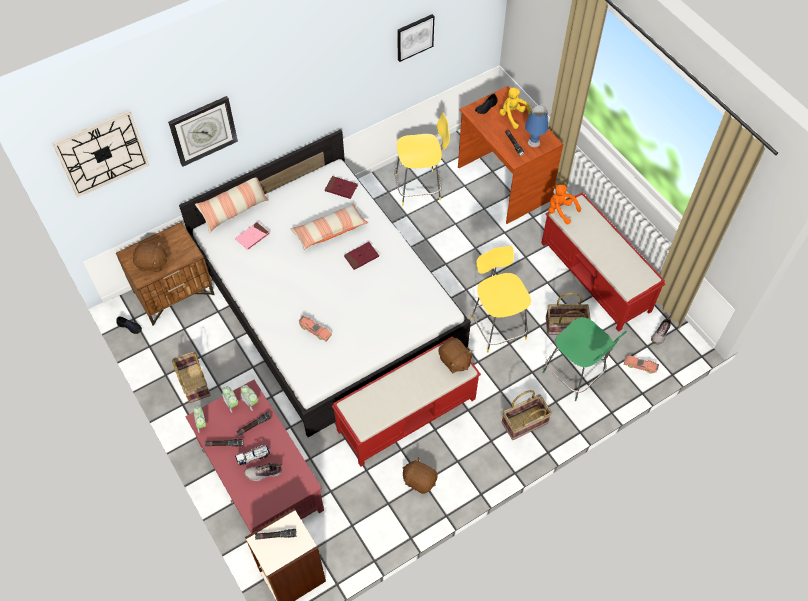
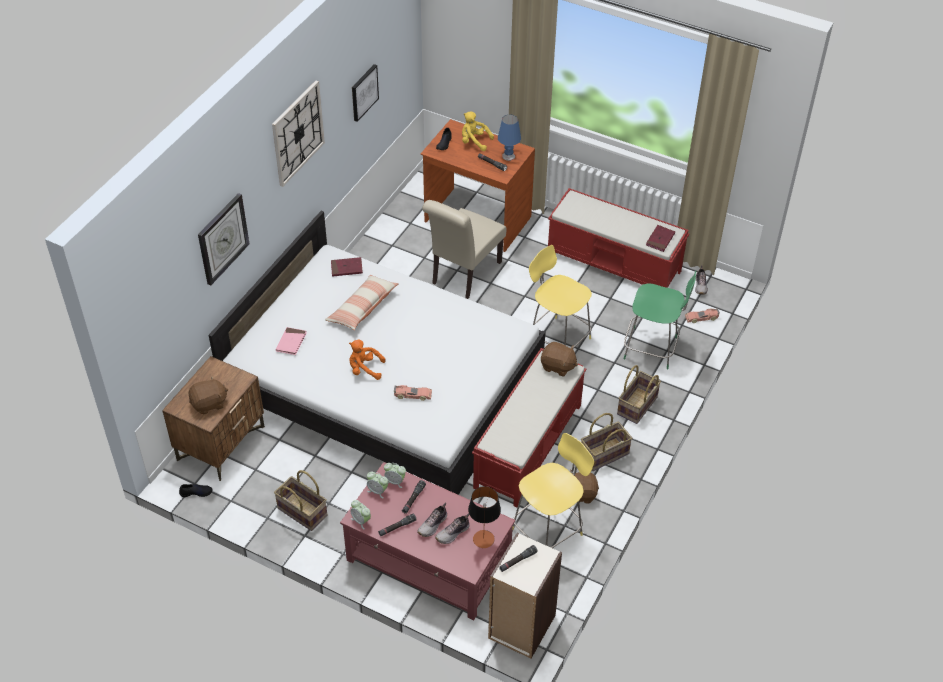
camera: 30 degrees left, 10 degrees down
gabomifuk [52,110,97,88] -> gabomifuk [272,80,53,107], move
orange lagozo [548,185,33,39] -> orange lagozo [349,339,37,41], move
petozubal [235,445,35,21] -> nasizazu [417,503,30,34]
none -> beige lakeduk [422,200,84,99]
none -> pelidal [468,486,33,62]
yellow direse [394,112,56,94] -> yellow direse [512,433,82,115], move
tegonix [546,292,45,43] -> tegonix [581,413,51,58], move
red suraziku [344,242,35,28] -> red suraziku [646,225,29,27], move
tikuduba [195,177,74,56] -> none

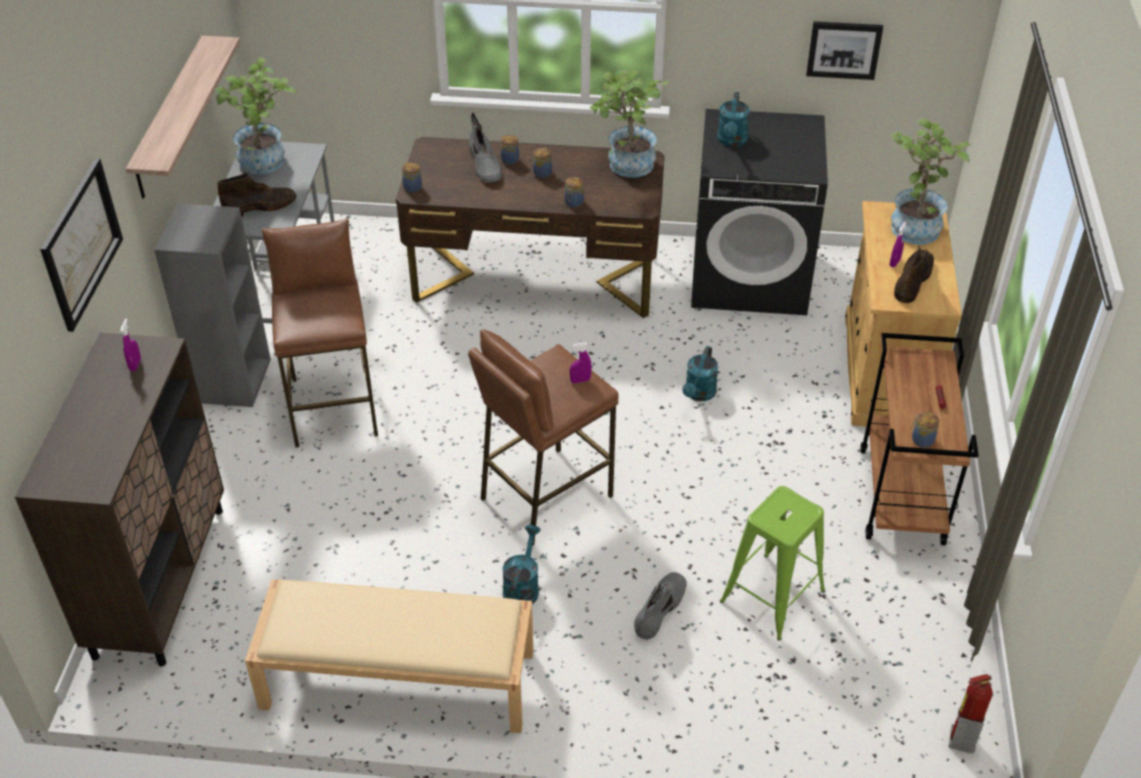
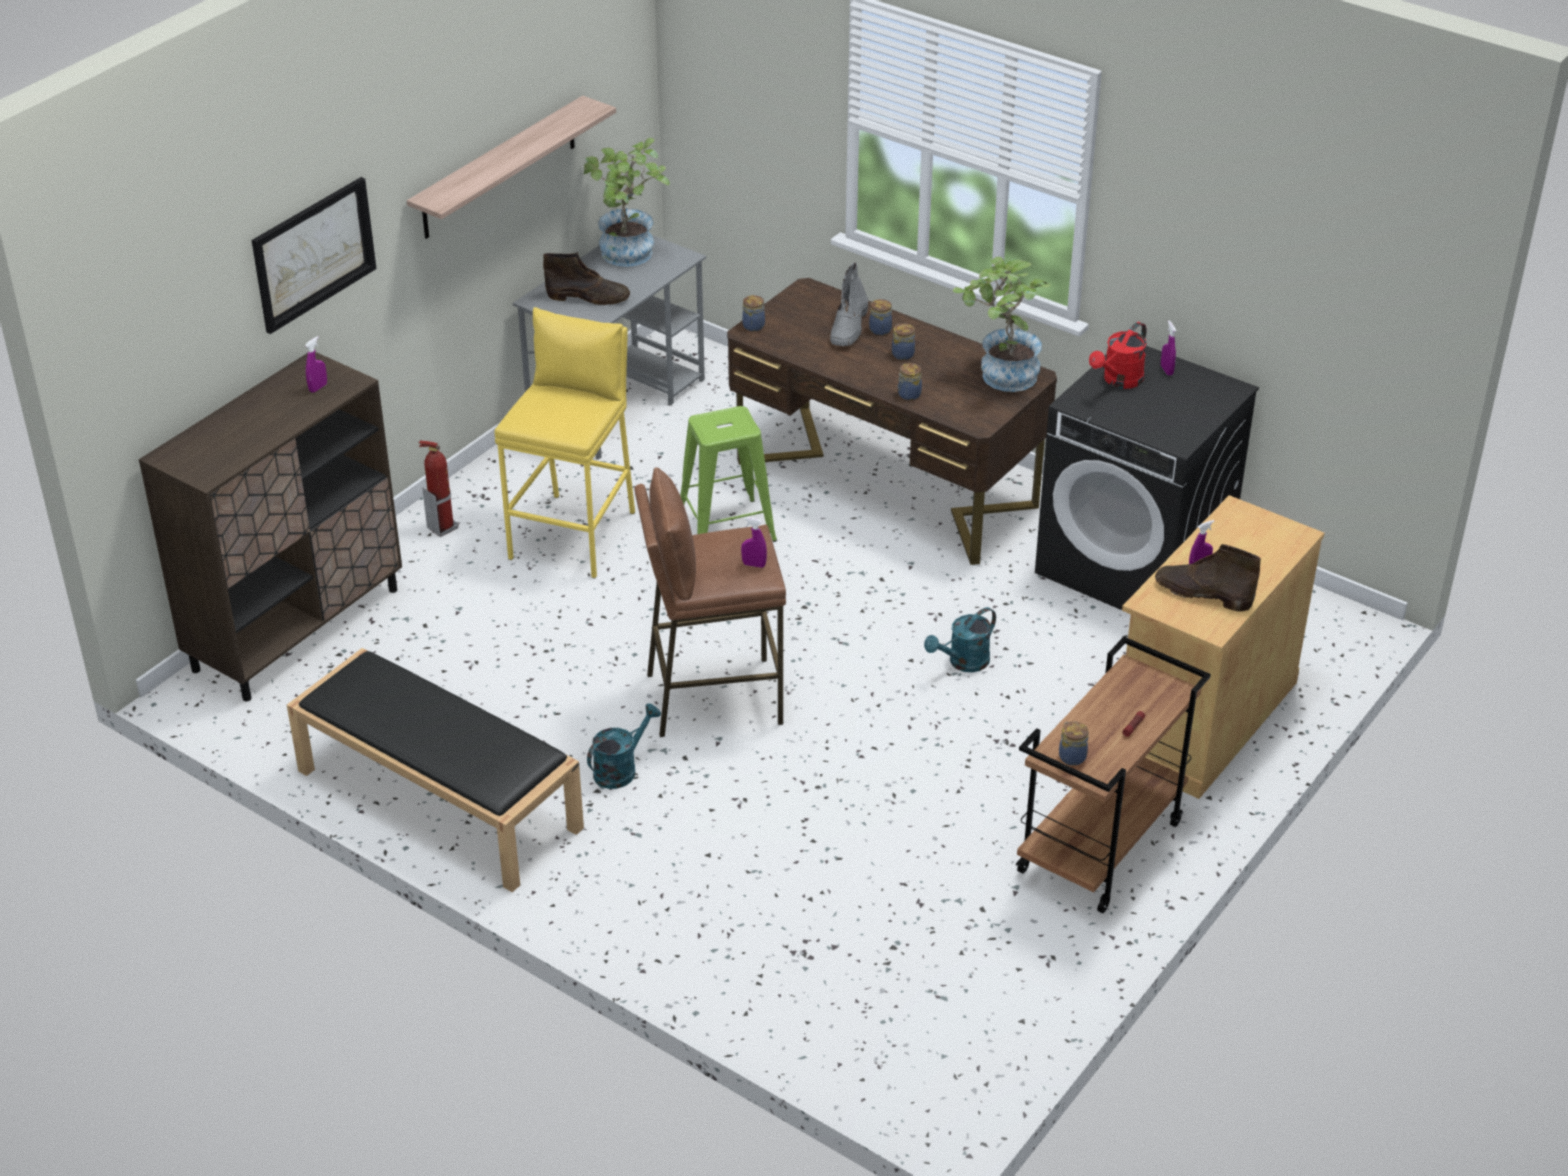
camera: 30 degrees right, 5 degrees down
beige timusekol [245,579,288,154] -> black timusekol [287,648,297,244]
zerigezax [949,674,43,80] -> zerigezax [419,440,39,97], move
brown direse [262,219,116,229] -> yellow direse [495,307,140,271]
green direse [720,486,105,154] -> green direse [680,406,97,136], move
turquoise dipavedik [717,92,33,55] -> red dipavedik [1089,322,58,67]
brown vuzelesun [894,247,40,56] -> brown vuzelesun [1155,544,106,68], 120 degrees counterclockwise
none -> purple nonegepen [1161,320,15,56]
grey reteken [154,204,117,203] -> none
grey vuzelesun [634,572,53,67] -> none
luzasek [806,21,77,59] -> none
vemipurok [889,119,82,126] -> none

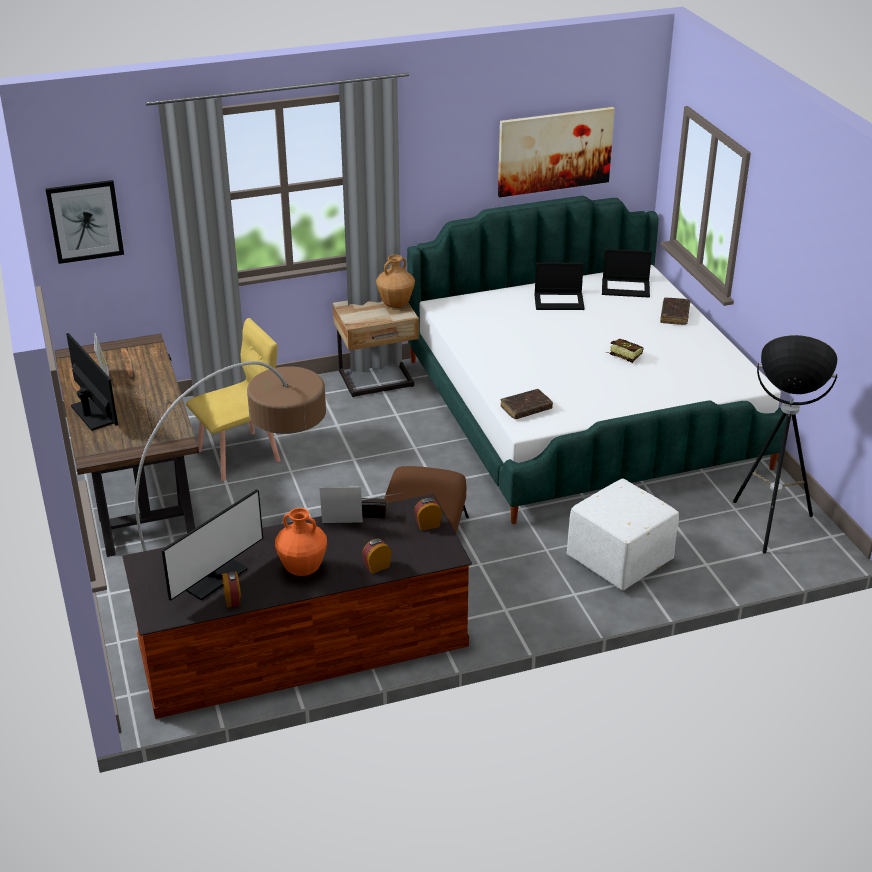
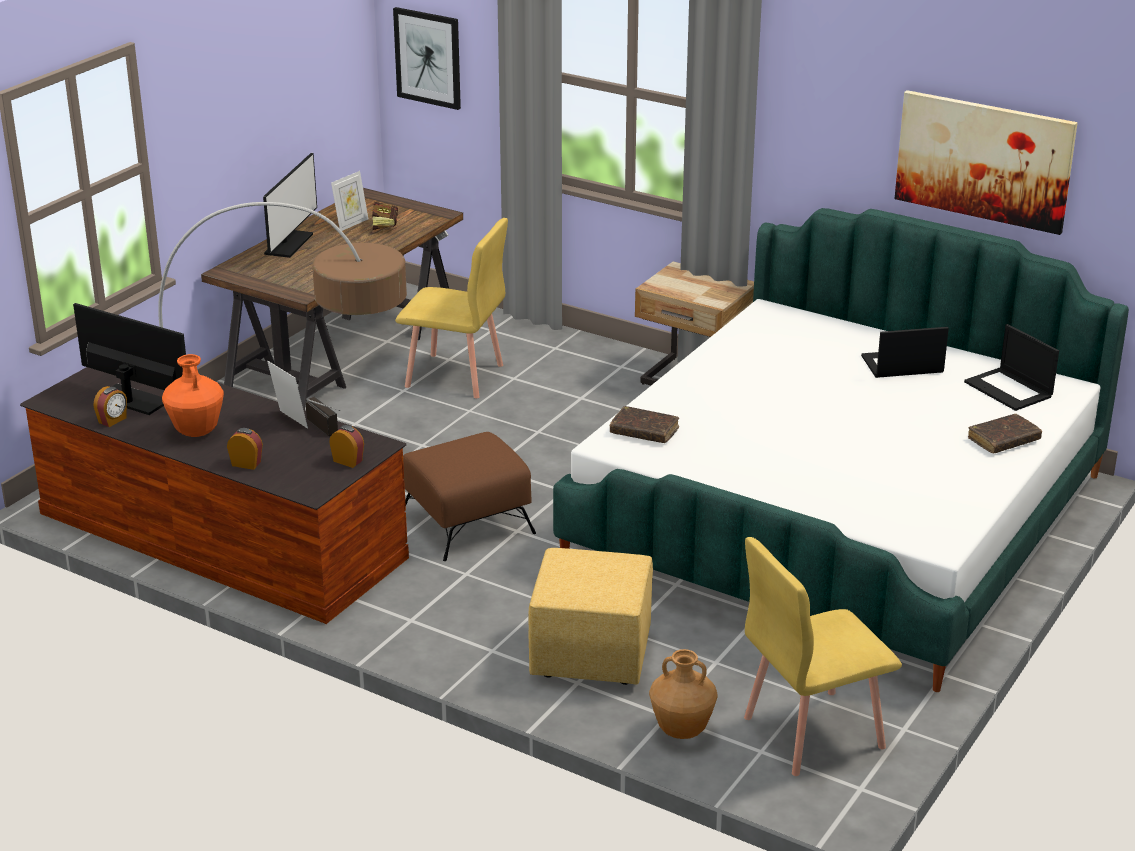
camera: 50 degrees right, 5 degrees down
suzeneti [161,489,102,112] -> suzeneti [73,303,113,112], 150 degrees counterclockwise
suraziku [605,339,39,24] -> suraziku [372,202,26,28], move
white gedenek [567,479,112,112] -> yellow gedenek [528,548,125,137]
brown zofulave [376,255,39,53] -> brown zofulave [649,649,69,90], move
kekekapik [733,335,105,219] -> yellow lakeduk [744,537,158,239]
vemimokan [534,263,51,47] -> vemimokan [861,327,88,51], 120 degrees clockwise

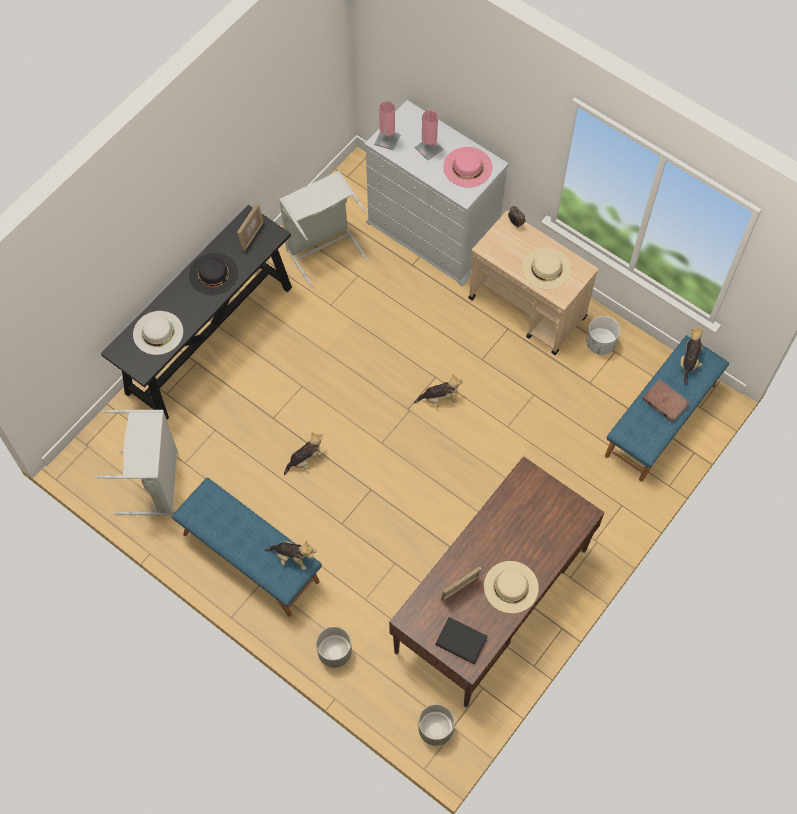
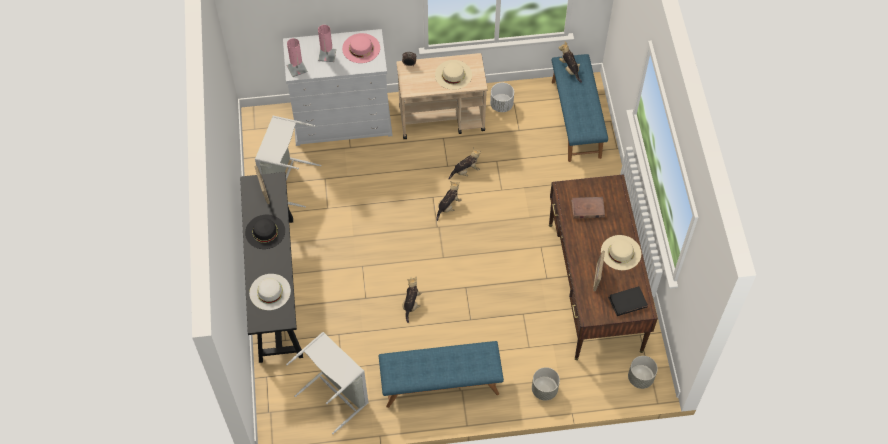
camera: 45 degrees left, 5 degrees down
lagozo [265,541,52,29] -> lagozo [449,148,32,31], move
brown suraziku [642,379,48,44] -> brown suraziku [571,197,34,21], move

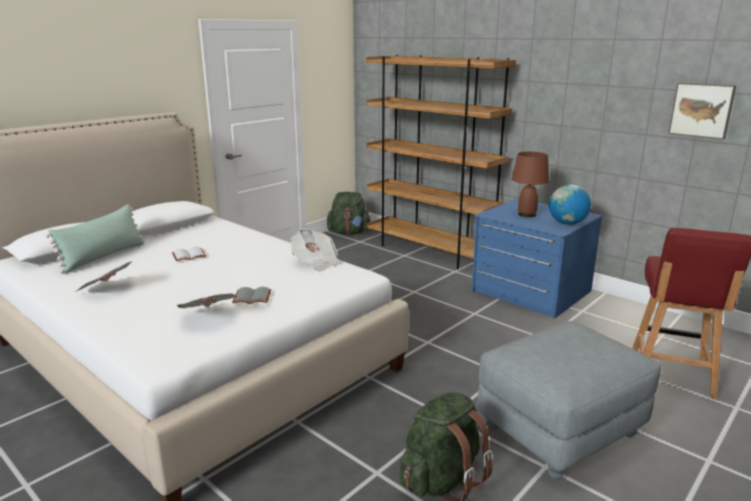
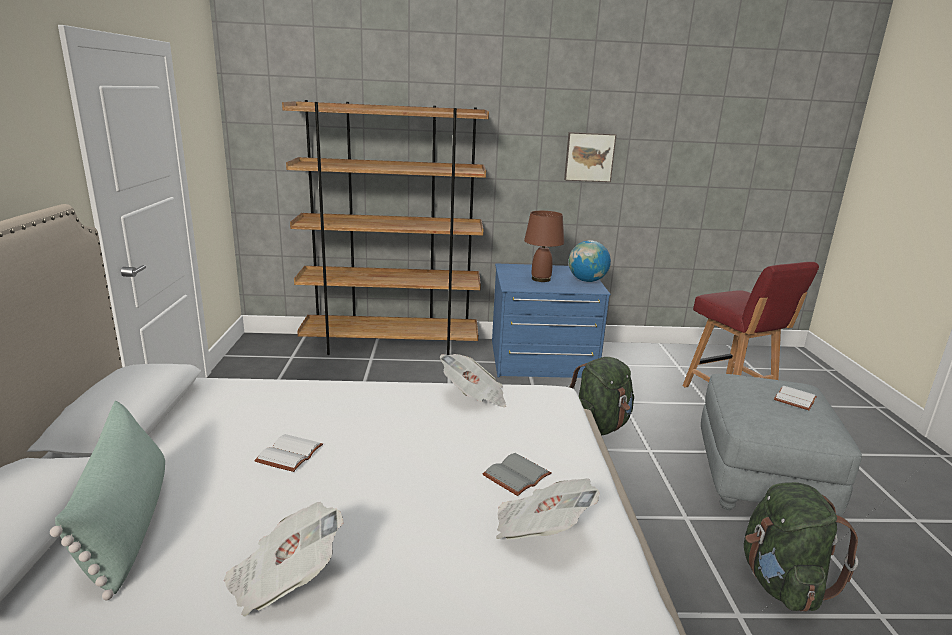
camera: 45 degrees left, 0 degrees up
luzasek [668,83,68,56] -> luzasek [564,132,53,50], move
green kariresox [327,192,45,43] -> green kariresox [568,357,66,78], move
none -> white suraziku [774,386,43,24]

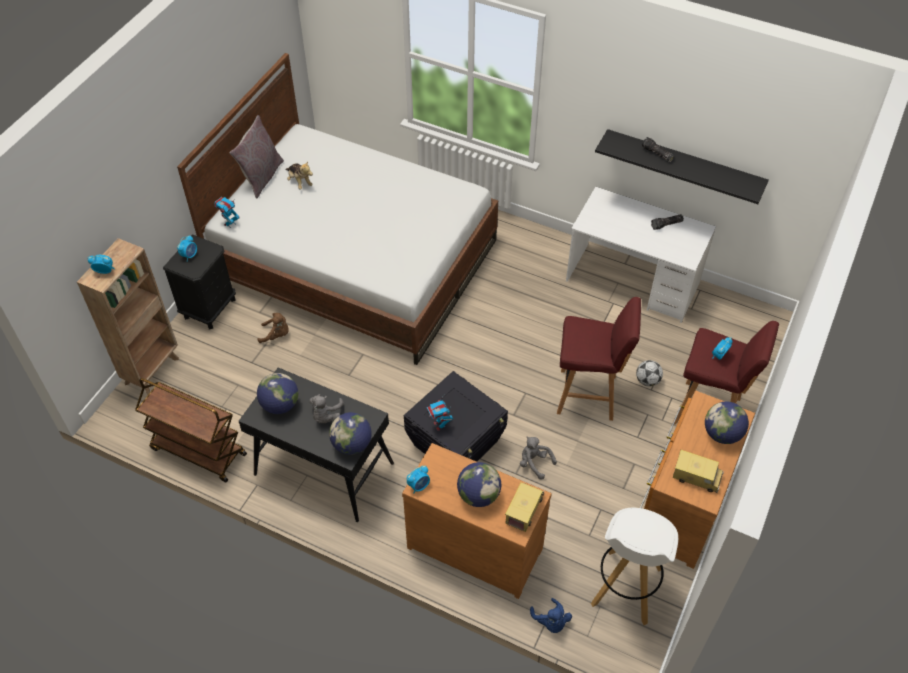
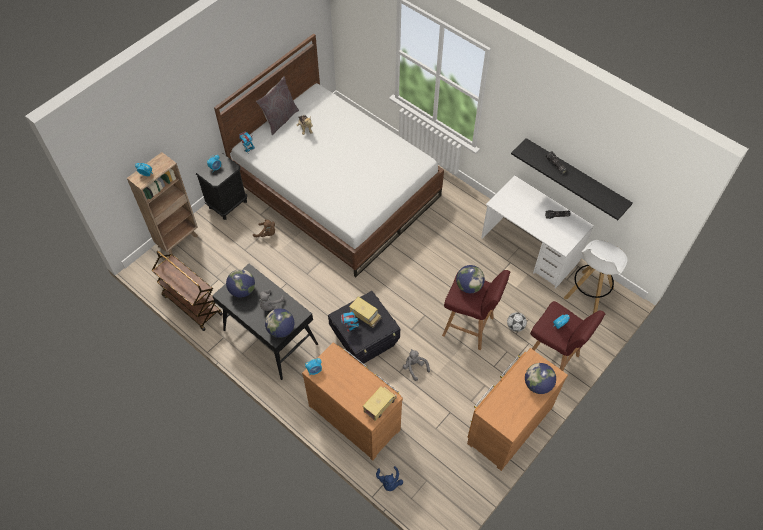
camera: 15 degrees right, 5 degrees up
petozubal [673,450,51,43] -> petozubal [349,297,33,31], move
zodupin [457,462,44,45] -> zodupin [456,265,29,28], move
white direse [591,508,87,117] -> white direse [564,240,64,74], move

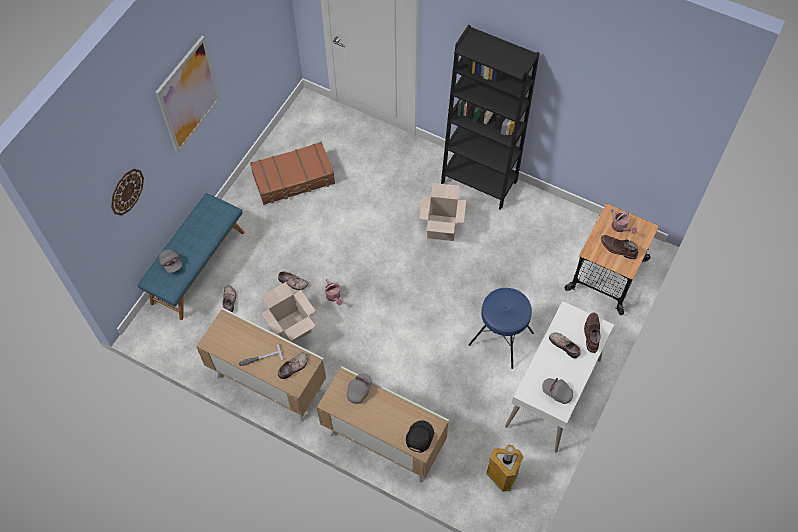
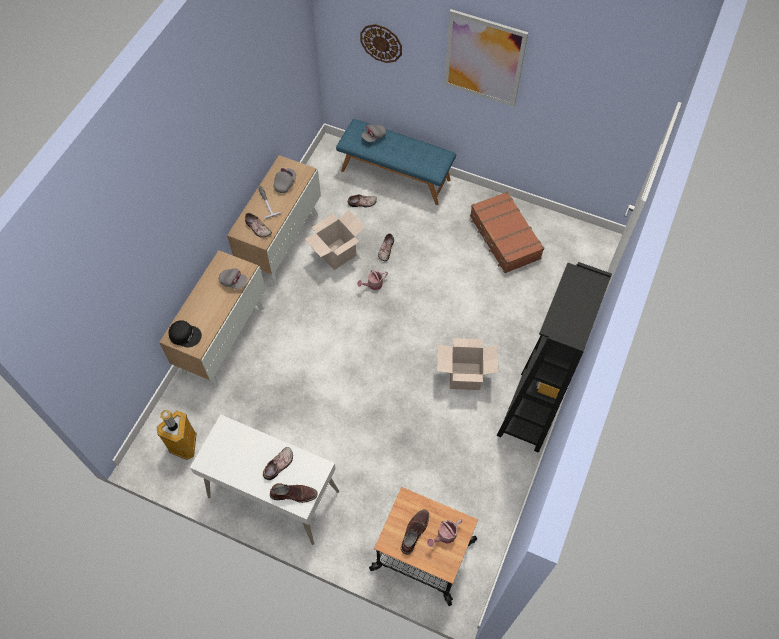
camera: 85 degrees right, 0 degrees up
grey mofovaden [542,378,31,26] -> grey mofovaden [273,168,23,25], move
blue direse [468,288,66,81] -> none

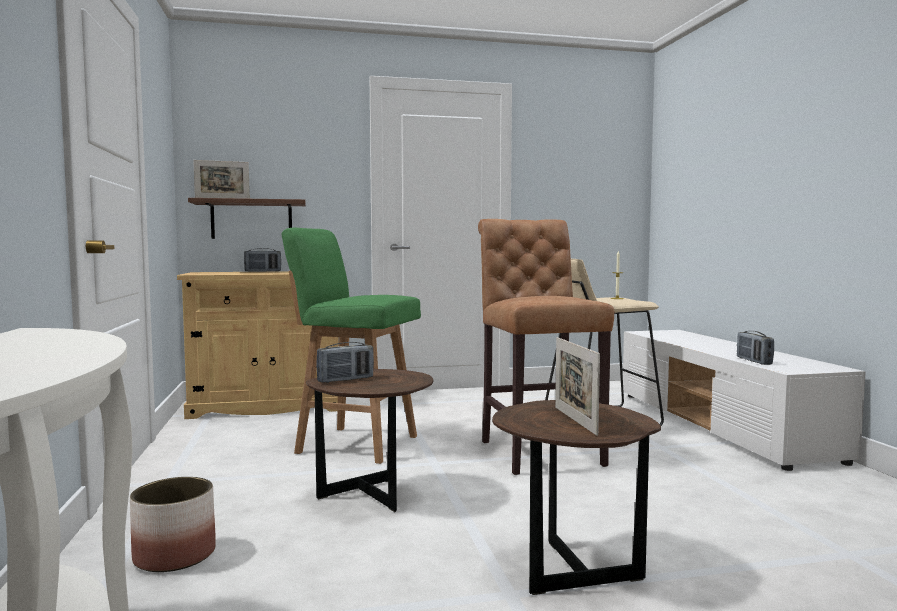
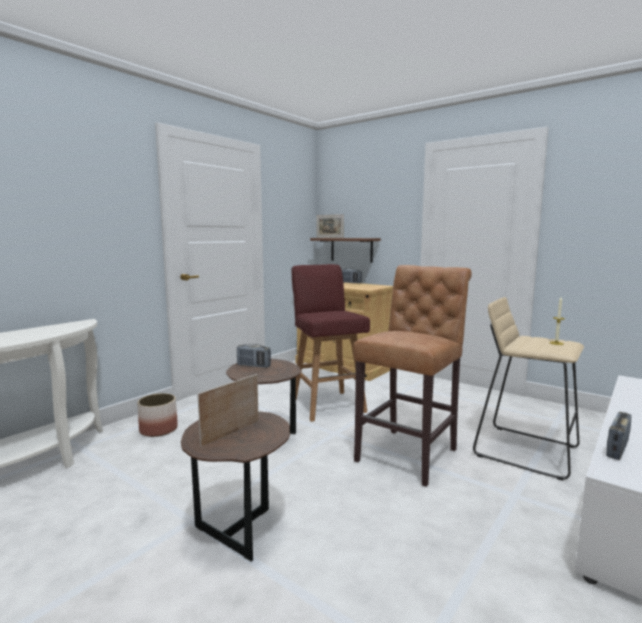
camera: 50 degrees right, 5 degrees up
green direse [282,228,139,236] -> red direse [291,264,79,158]

